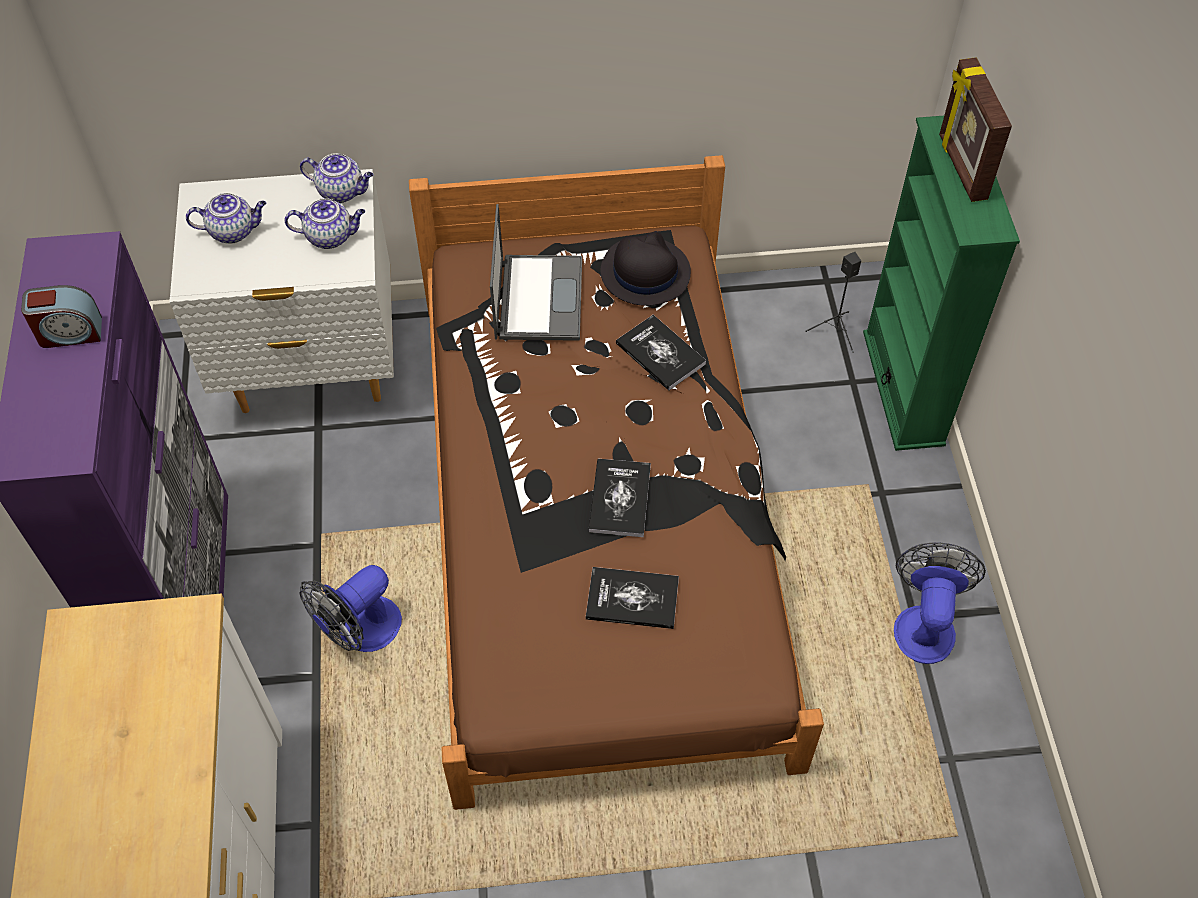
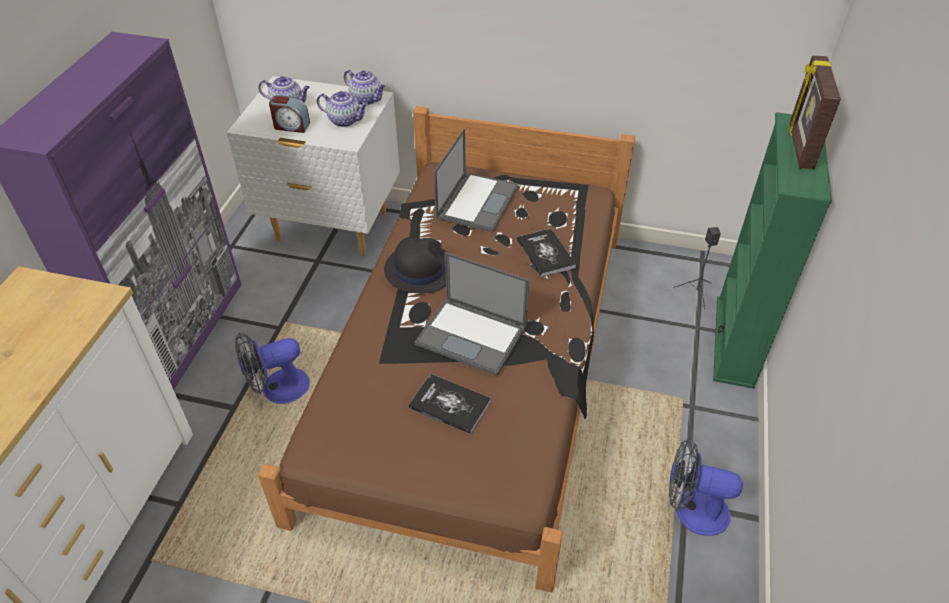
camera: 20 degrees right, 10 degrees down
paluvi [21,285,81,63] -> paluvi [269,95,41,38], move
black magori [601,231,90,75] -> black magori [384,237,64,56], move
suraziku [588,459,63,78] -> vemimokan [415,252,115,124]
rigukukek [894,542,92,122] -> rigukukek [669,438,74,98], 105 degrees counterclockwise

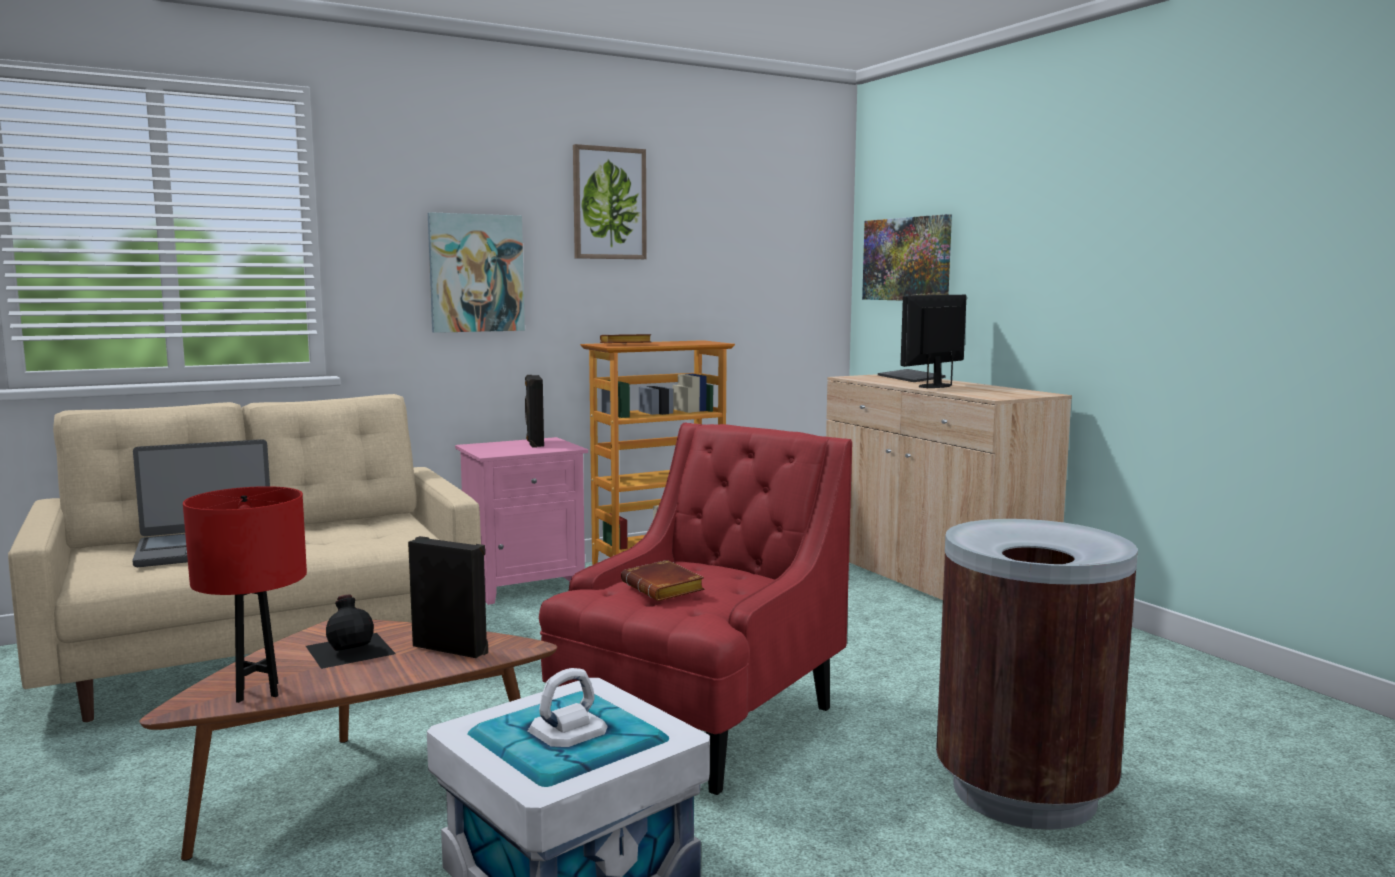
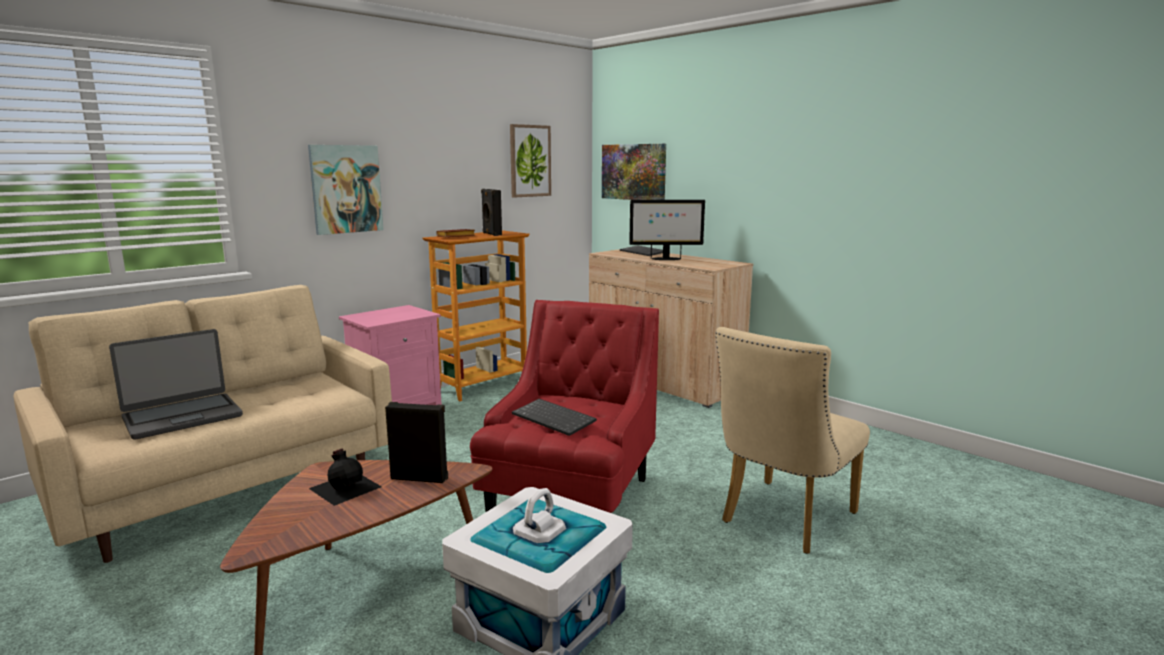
camera: 15 degrees left, 5 degrees up
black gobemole [525,375,19,73] -> black gobemole [481,189,21,47], move
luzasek [573,144,74,115] -> luzasek [510,124,41,73], move
brown suraziku [621,560,83,41] -> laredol [512,399,85,37]
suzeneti [900,295,66,94] -> suzeneti [629,200,76,60], 120 degrees counterclockwise
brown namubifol [936,519,202,311] -> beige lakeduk [716,327,154,227]
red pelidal [183,486,124,217] -> none

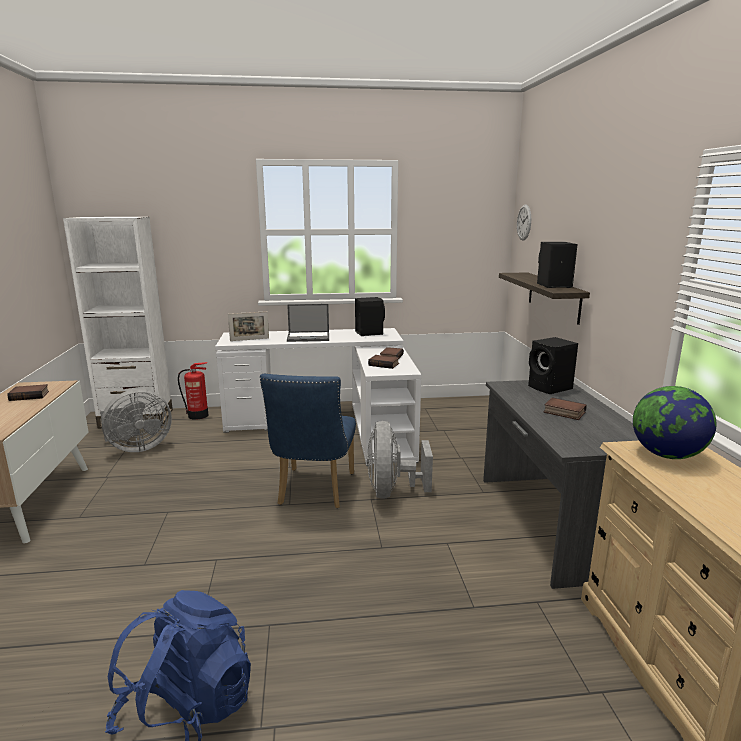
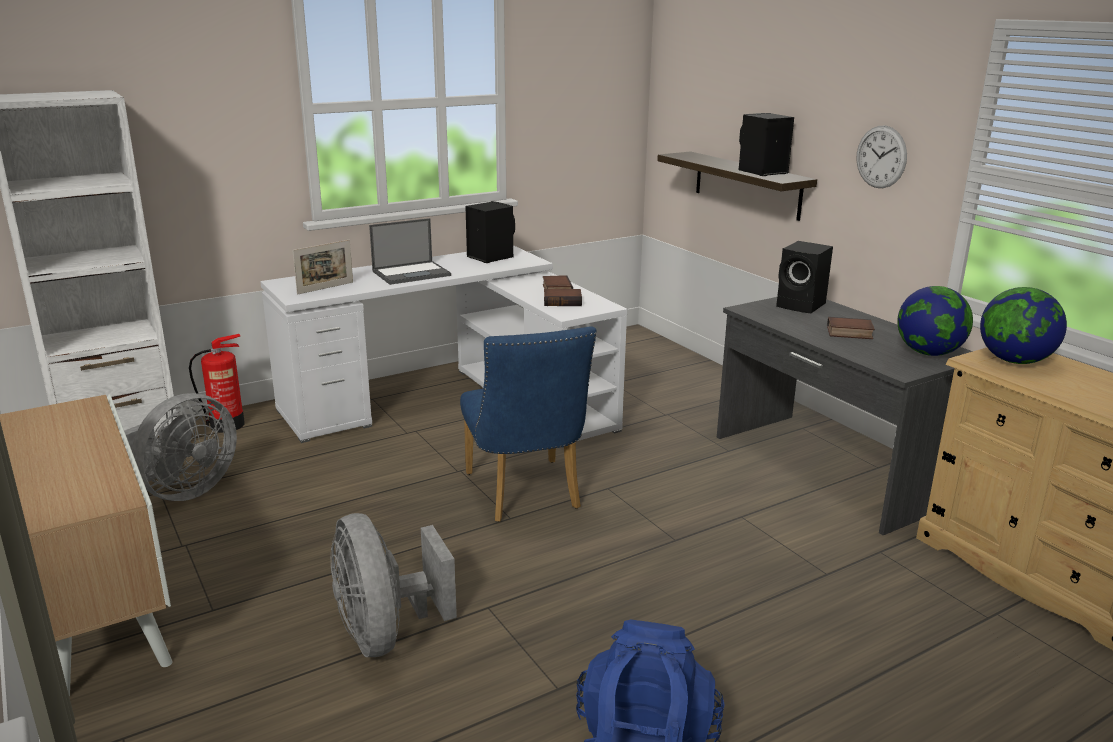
camera: 25 degrees left, 5 degrees up
grey rigukukek [367,421,66,78] -> grey rigukukek [331,513,126,144], move
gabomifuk [517,204,14,37] -> gabomifuk [856,126,51,62], move
none -> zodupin [897,286,76,70]
suraziku [7,384,42,17] -> none

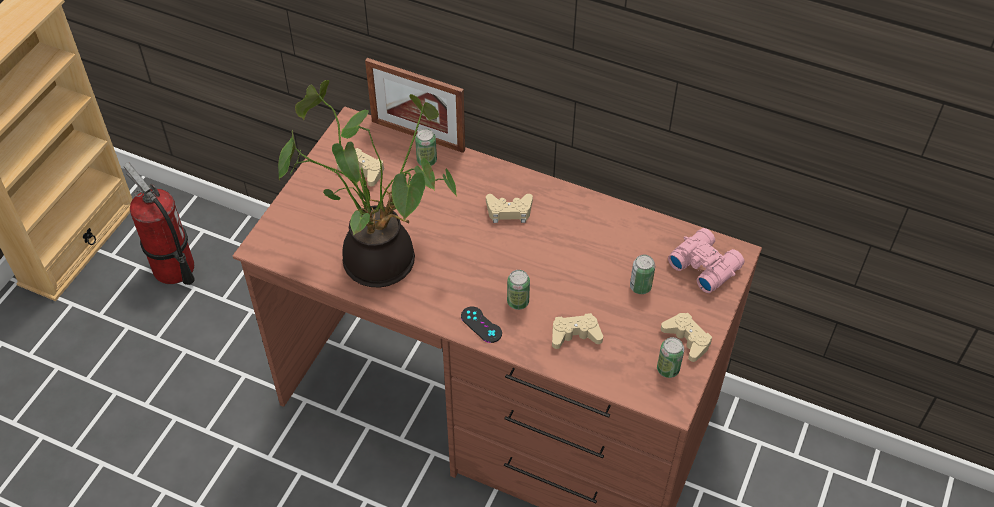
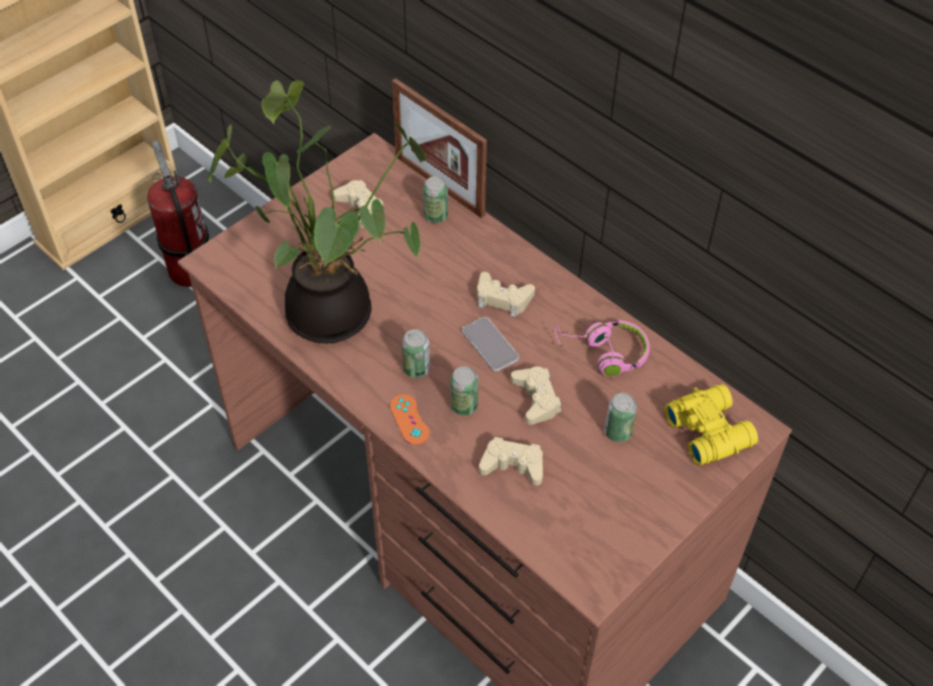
camera: 20 degrees right, 0 degrees up
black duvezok [461,306,41,37] -> orange duvezok [390,394,40,51]
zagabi [657,337,27,41] -> zagabi [402,329,28,49], move
none -> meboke [462,317,57,54]
beige duvezok [661,313,51,49] -> beige duvezok [511,366,50,59], move
none -> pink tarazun [555,320,95,57]
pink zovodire [668,228,77,65] -> yellow zovodire [664,384,94,82]

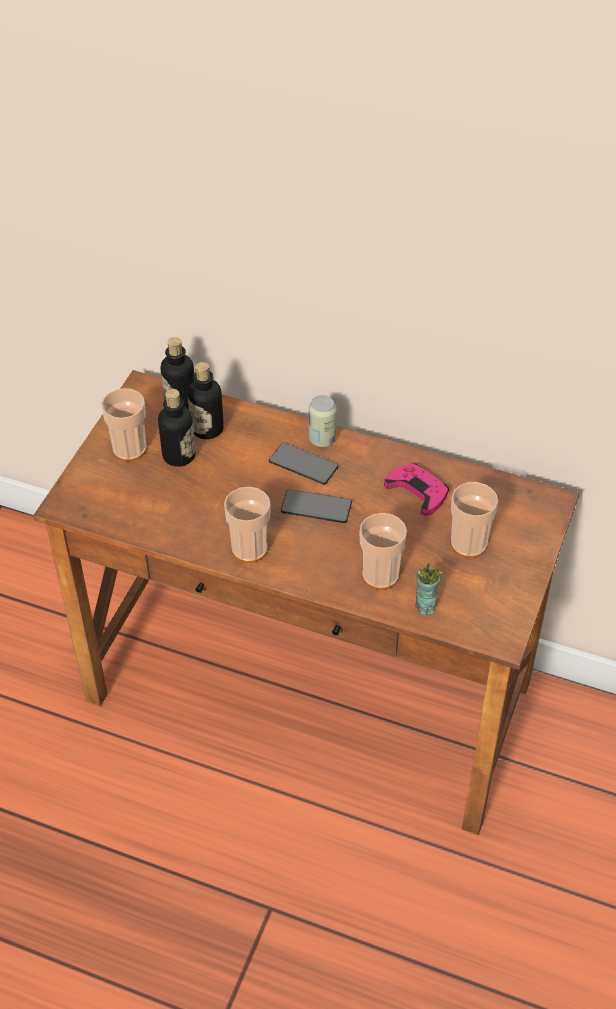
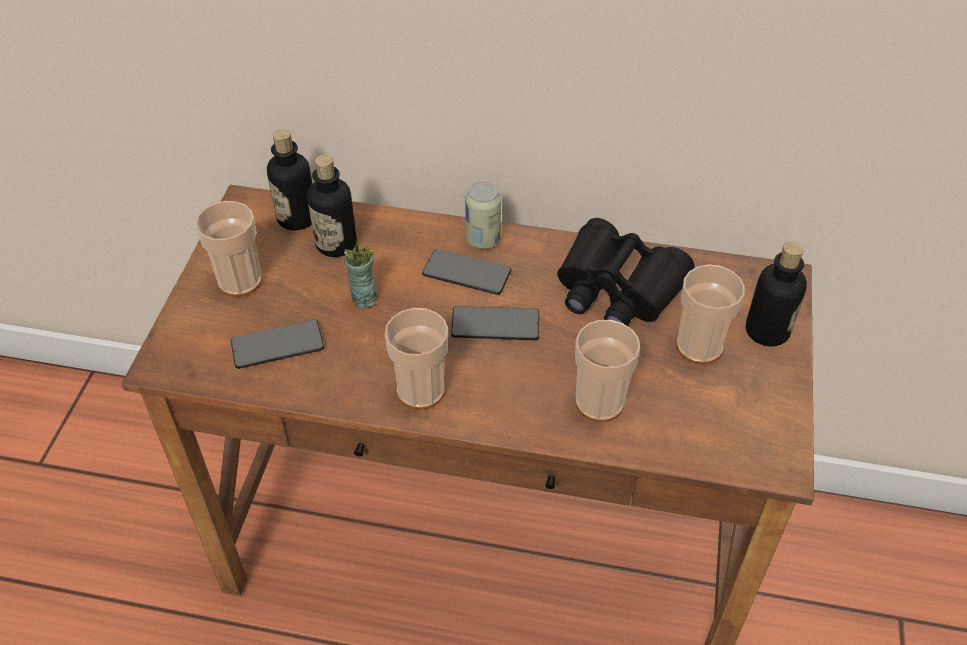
camera: 10 degrees left, 0 degrees up
none -> meboke [230,320,94,49]
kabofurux [415,563,28,52] -> kabofurux [344,242,33,67], move
pink duvezok [384,463,65,53] -> black zovodire [557,218,138,108]
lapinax [158,389,37,78] -> lapinax [746,242,61,105], move

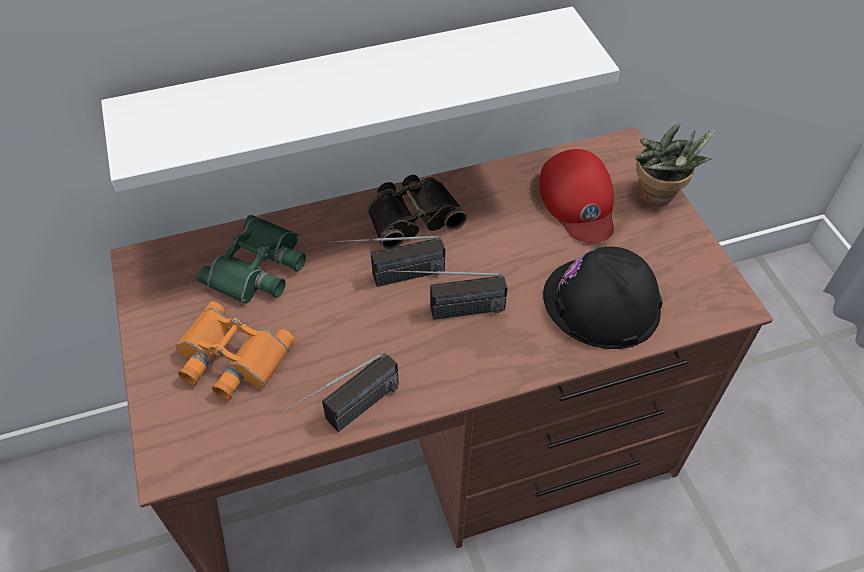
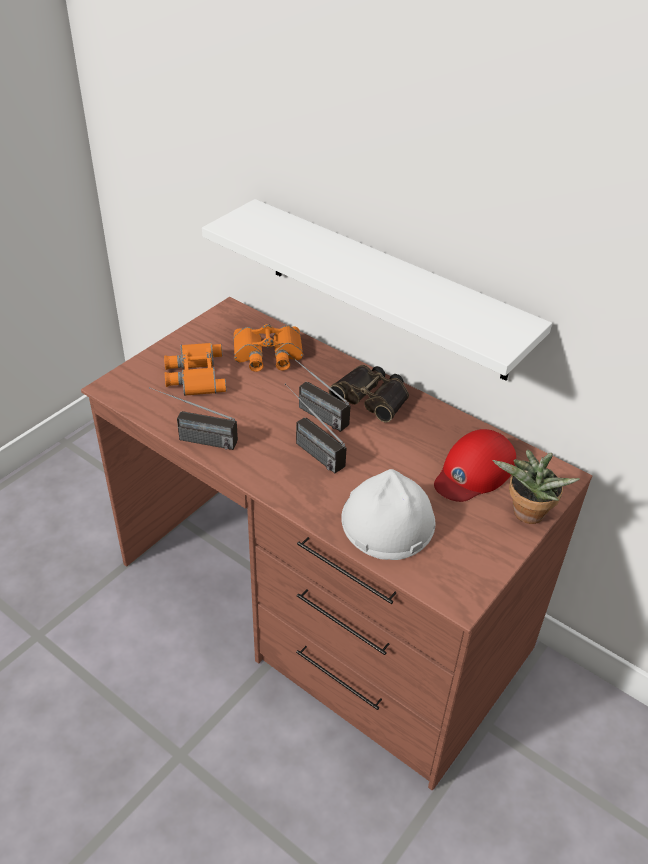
camera: 55 degrees right, 10 degrees down
green zovodire [197,215,109,89] -> orange zovodire [234,324,69,48]
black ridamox [543,247,120,102] -> white ridamox [341,469,94,91]

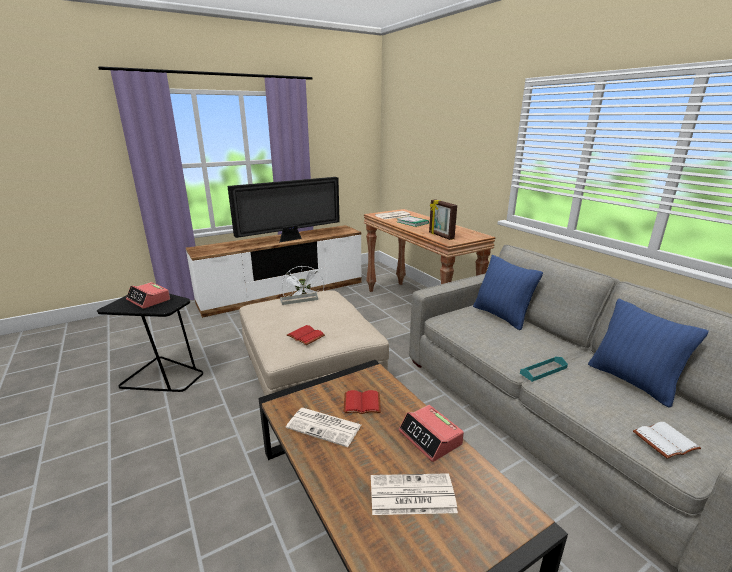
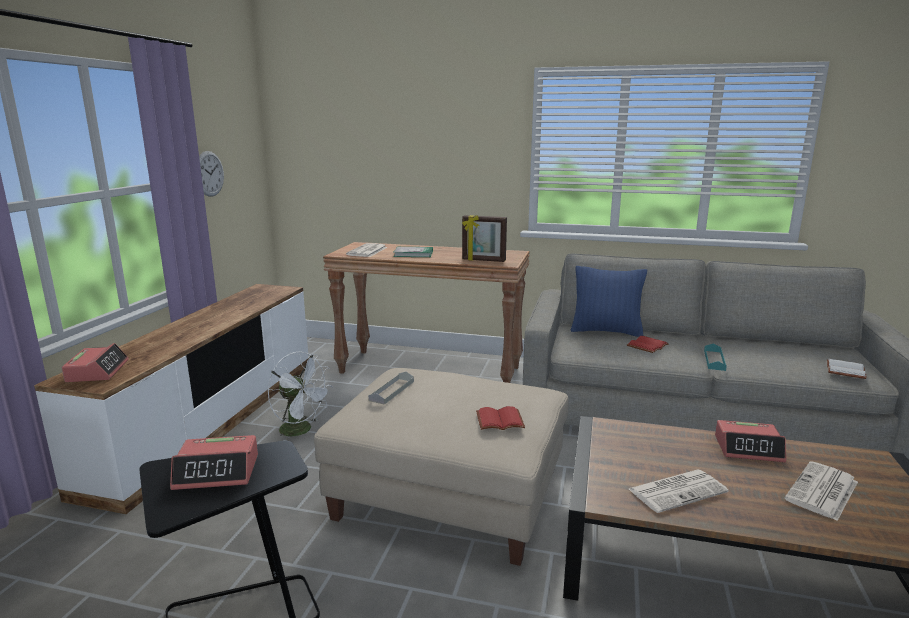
camera: 45 degrees left, 5 degrees down
none -> paluvi [62,343,67,39]
none -> gabomifuk [199,151,25,46]
red suraziku [344,390,37,24] -> red suraziku [627,336,42,17], move
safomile [227,177,113,66] -> none
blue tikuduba [588,298,121,110] -> none

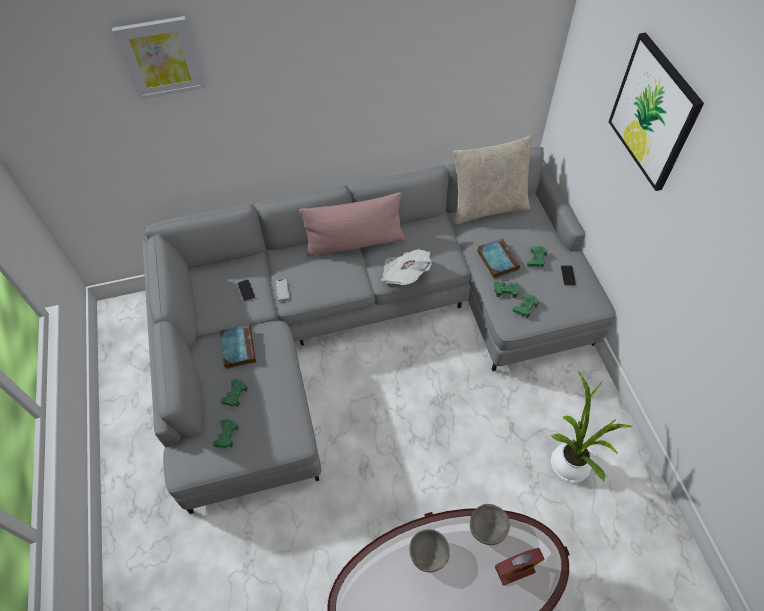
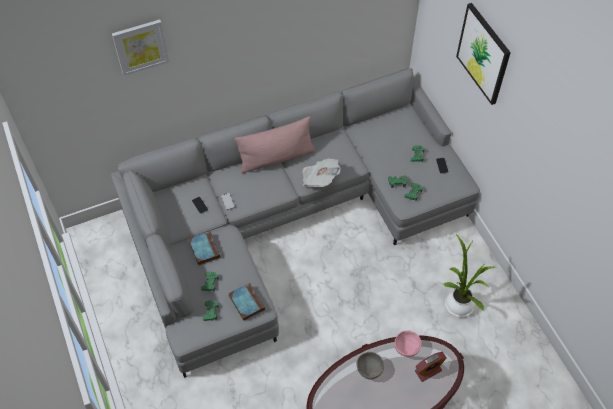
camera: 10 degrees left, 0 degrees up
suraziku [477,239,43,39] -> suraziku [229,283,36,38], move
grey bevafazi [470,504,40,41] -> pink bevafazi [395,330,27,27]
beige tikuduba [453,135,80,90] -> none

